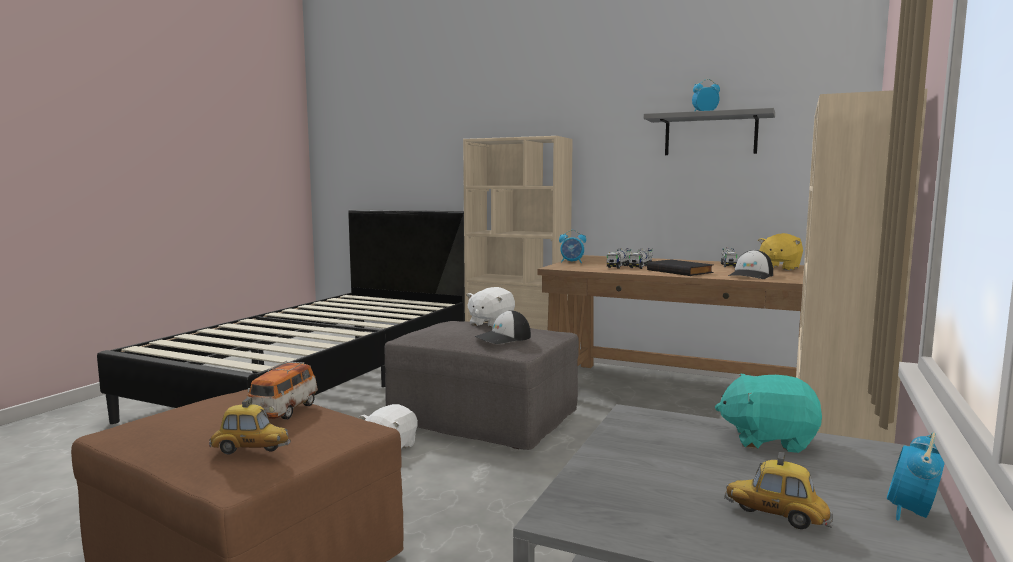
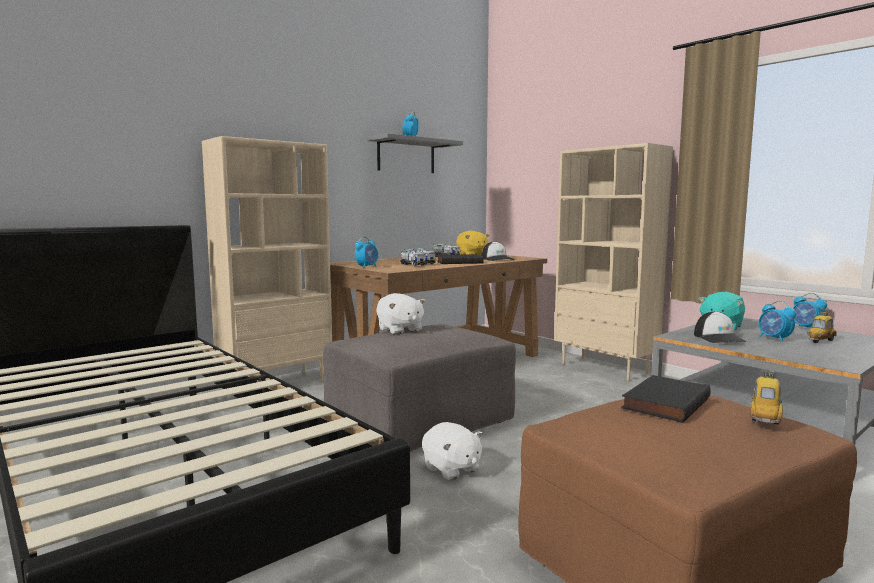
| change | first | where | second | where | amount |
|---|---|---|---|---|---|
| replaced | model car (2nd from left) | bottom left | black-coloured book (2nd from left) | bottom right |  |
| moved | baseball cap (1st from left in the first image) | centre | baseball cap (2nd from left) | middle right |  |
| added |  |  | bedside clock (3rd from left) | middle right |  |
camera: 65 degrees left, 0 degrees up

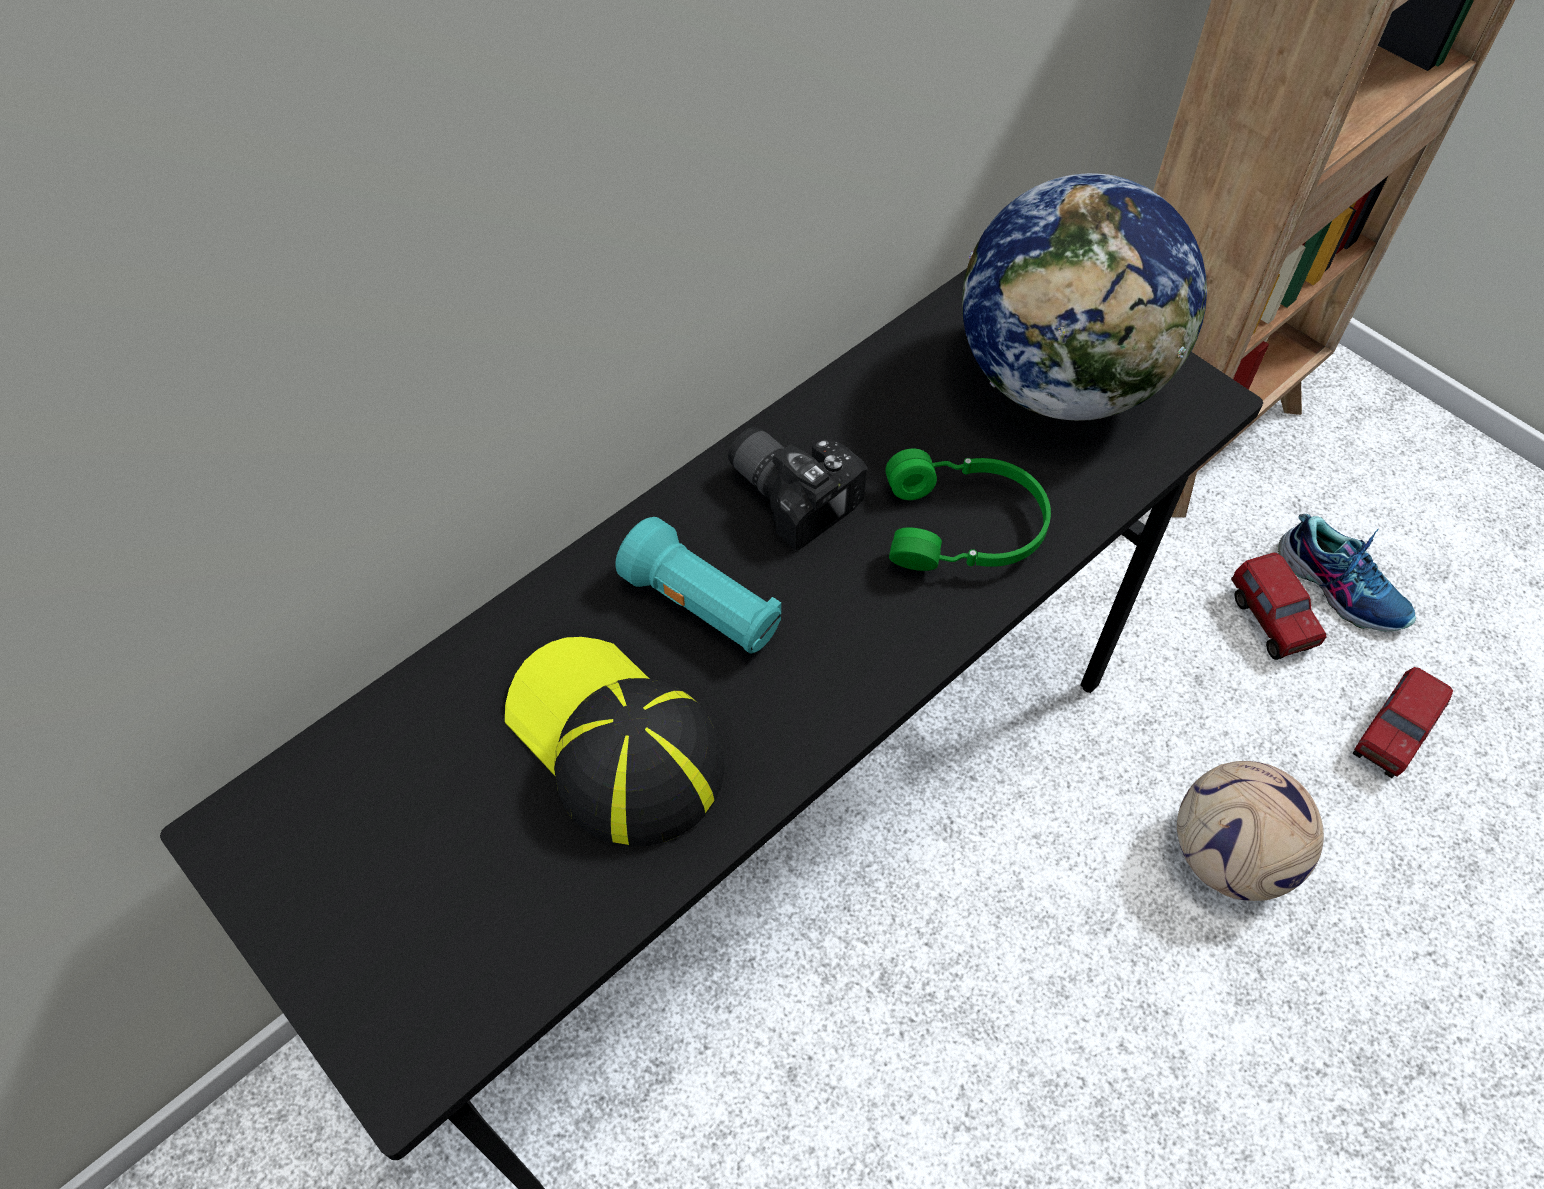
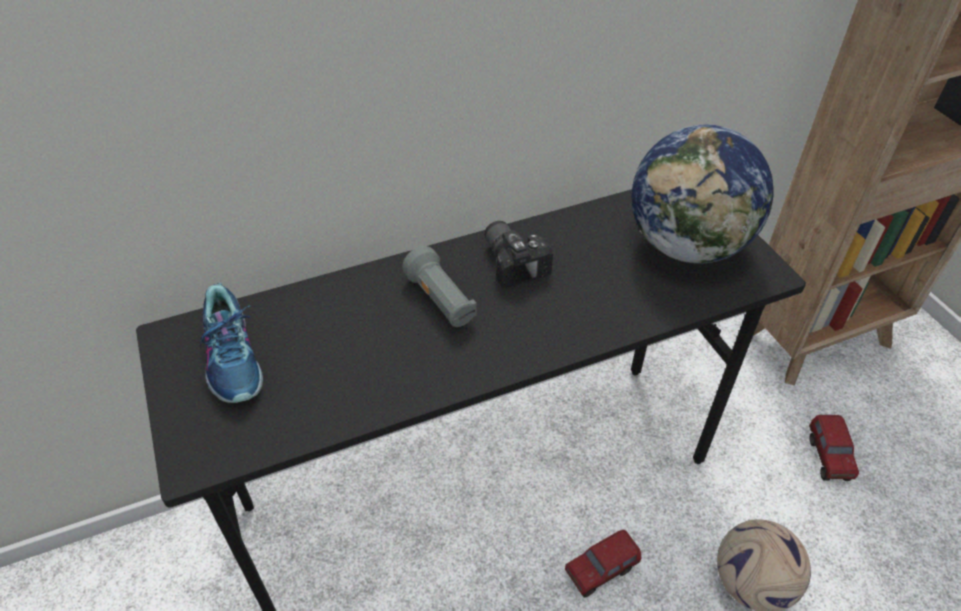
| change | first | where | second | where | amount |
|---|---|---|---|---|---|
| removed | baseball cap | centre |  |  |  |
| recoloured | turquoise flashlight | centre | grey flashlight | centre |  |
| removed | green pair of headphones | centre |  |  |  |
| moved | low shoe | middle right |  | middle left |  |
| moved | toy lorry (2nd from left in the first image) | middle right | toy lorry (1st from left) | bottom centre |  |
camera: 20 degrees right, 10 degrees down

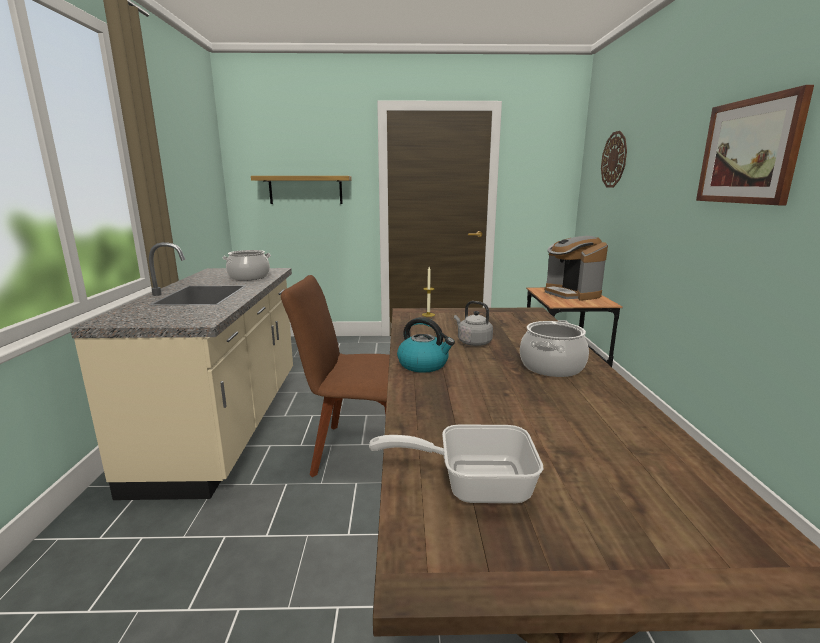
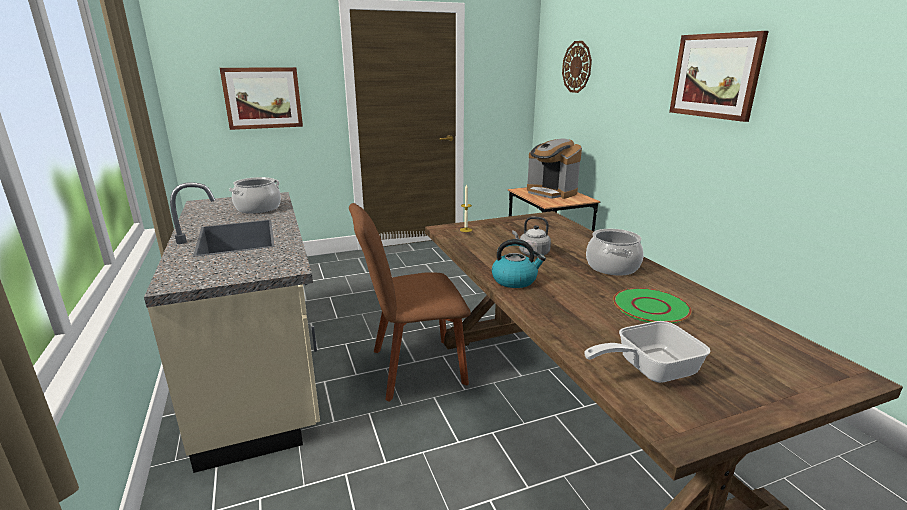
| change | first | where | second | where | amount |
|---|---|---|---|---|---|
| replaced | shelf | top centre | wall art (1st from left) | top left |  |
| added |  |  | green flat dish | middle right |  |
camera: 20 degrees left, 5 degrees up

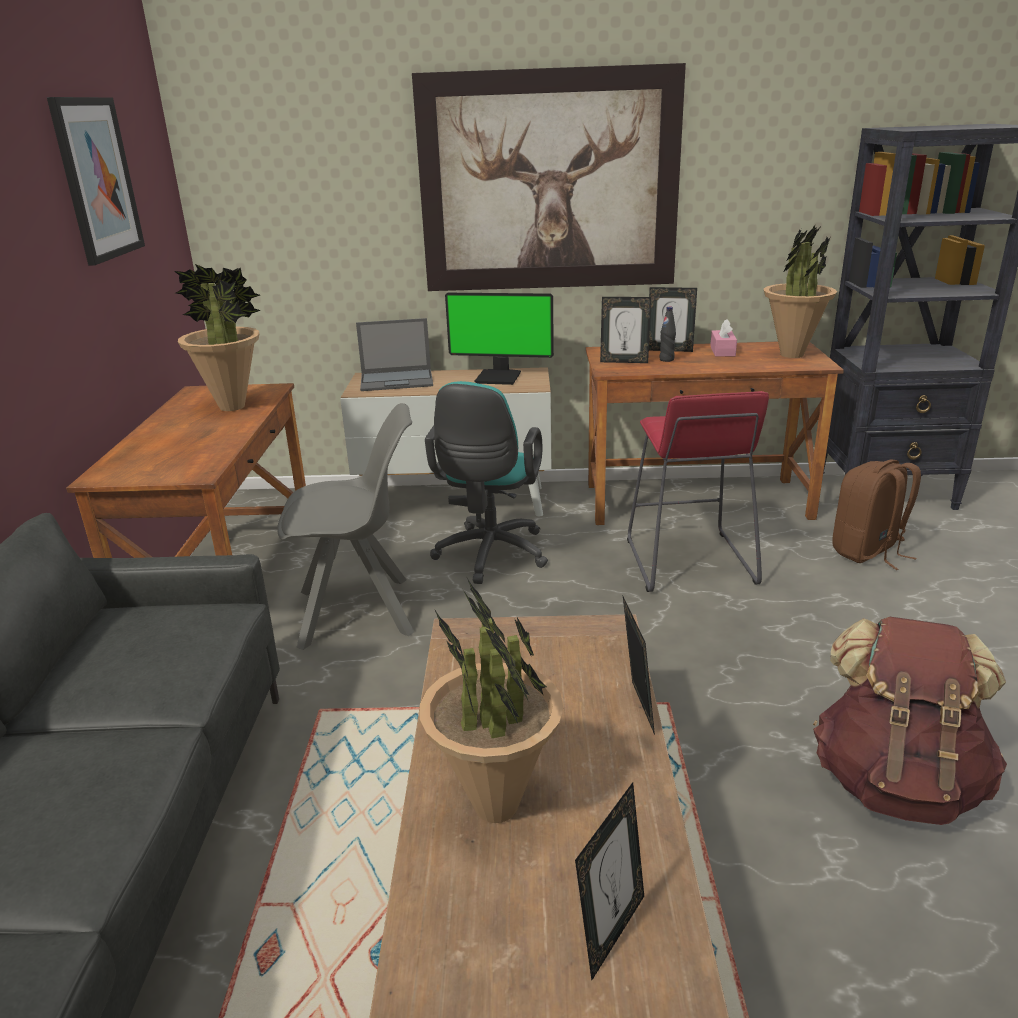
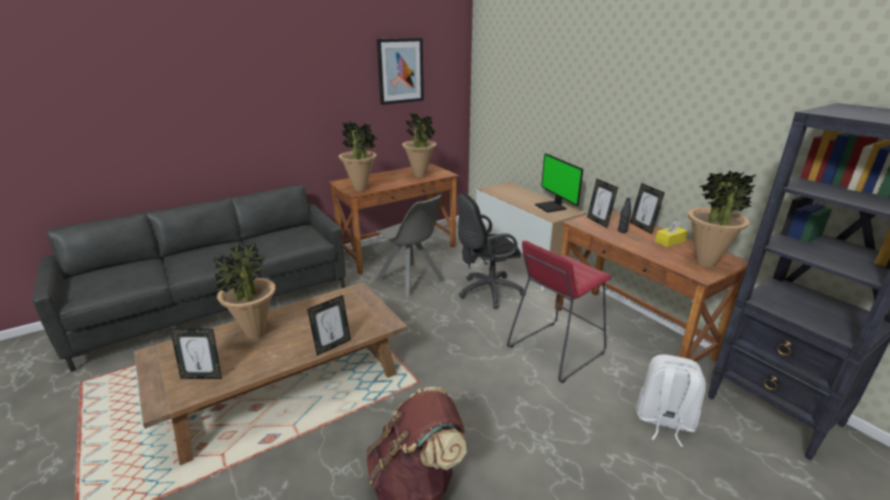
| change | first | where | second | where | amount |
|---|---|---|---|---|---|
| removed | laptop | centre |  |  |  |
| removed | wall art (2nd from left) | top centre |  |  |  |
| recoloured | turquoise office chair | centre | black-coloured office chair | centre |  |
| recoloured | pinkish tissue holder | top right | yellowish tissue holder | middle right |  |
| recoloured | brown-coloured backpack (1st from left) | middle right | white-coloured backpack | bottom right |  |
| added |  |  | houseplant (2nd from left) | top centre |  |
camera: 55 degrees right, 0 degrees up

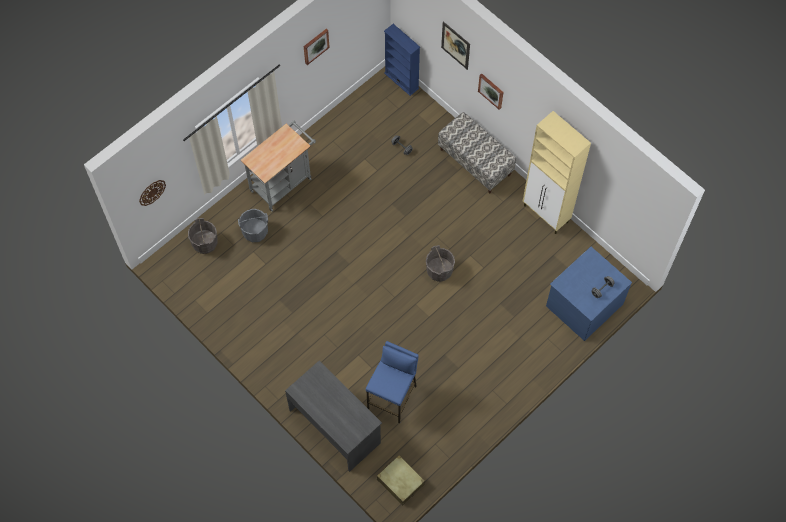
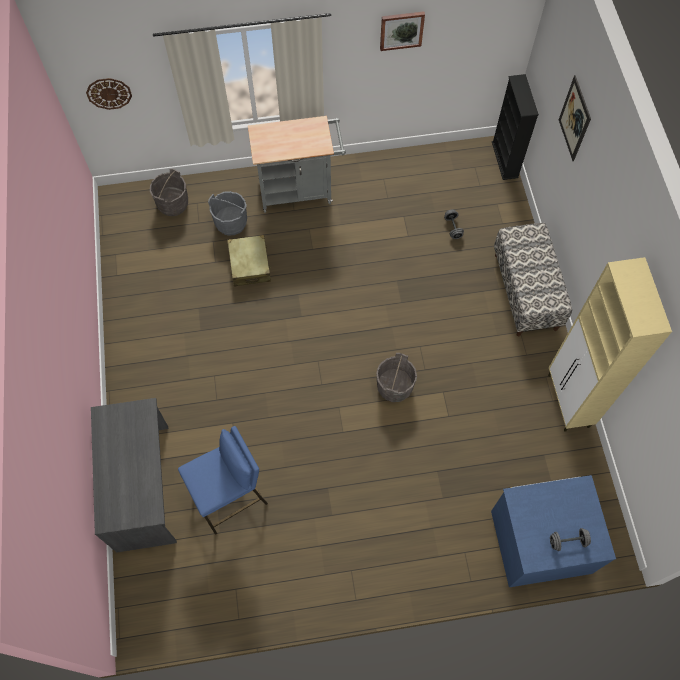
| change | first | where | second | where | amount |
|---|---|---|---|---|---|
| moved | sand-coloured piece of luggage | bottom centre |  | centre |  |
| recoloured | blue-coloured bookshelf | top centre | black-coloured bookshelf | top right |  |
| removed | wall art (3rd from left) | top centre |  |  |  |
camera: 35 degrees right, 0 degrees up

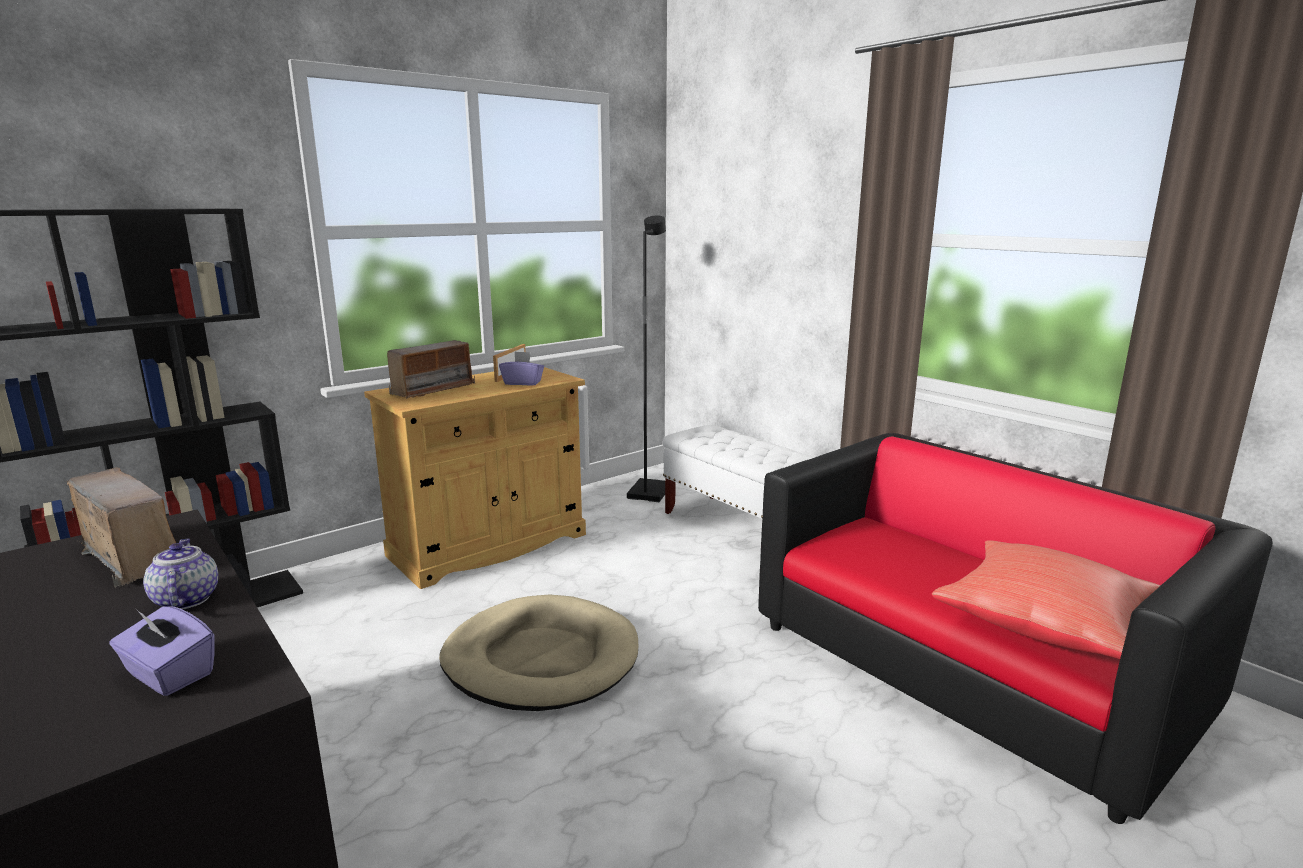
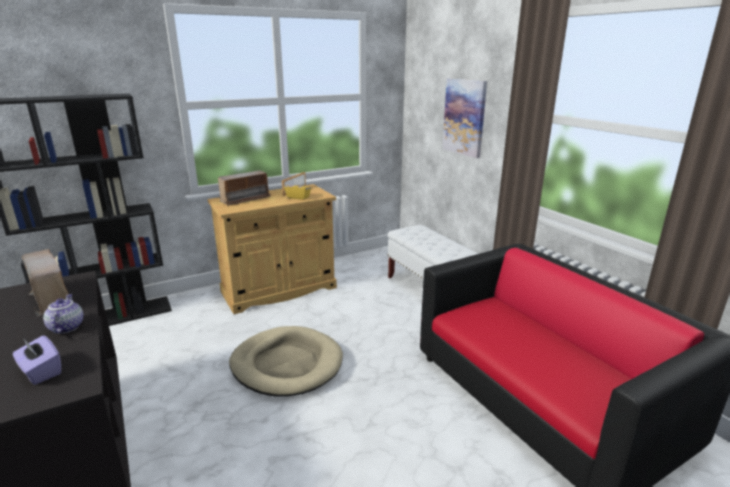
| change | first | where | second | where | amount |
|---|---|---|---|---|---|
| recoloured | purple-coloured tissue holder (2nd from left) | centre | yellowish tissue holder | centre |  |
| removed | black-coloured floor lamp | centre |  |  |  |
| removed | red pillow | bottom right |  |  |  |
| added |  |  | wall art | top centre |  |
camera: 10 degrees right, 5 degrees up

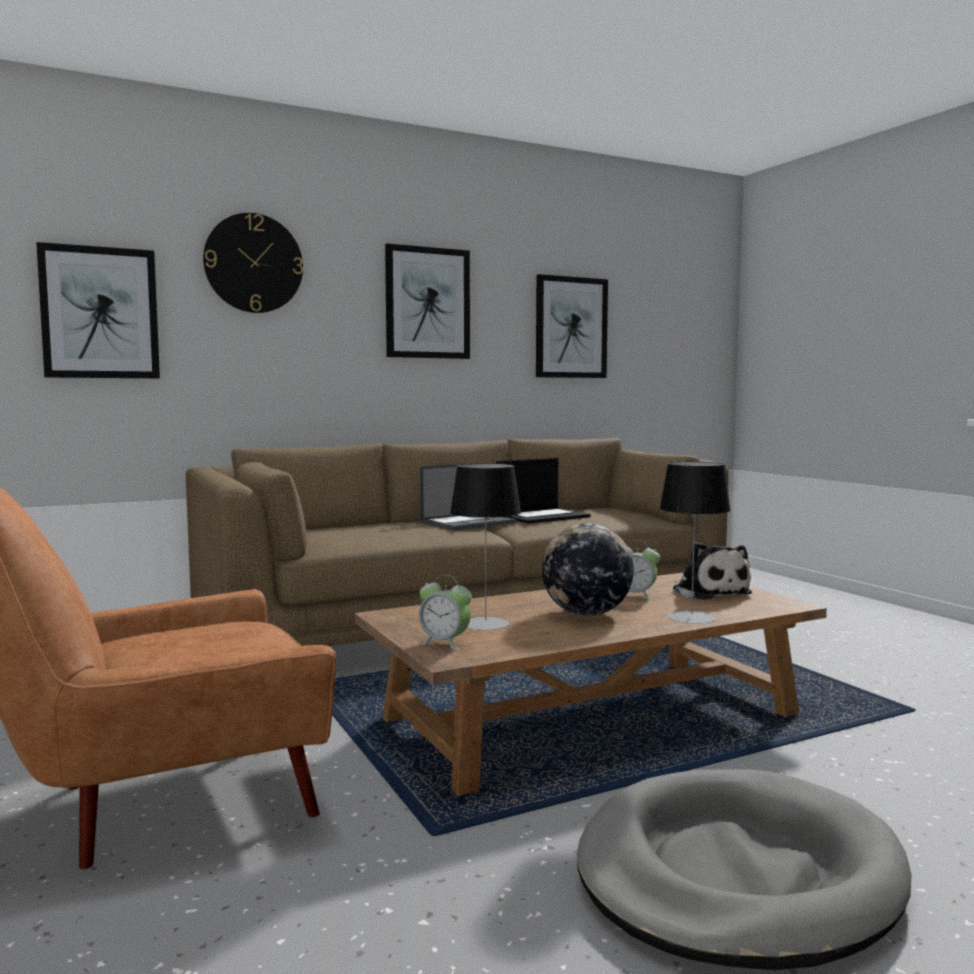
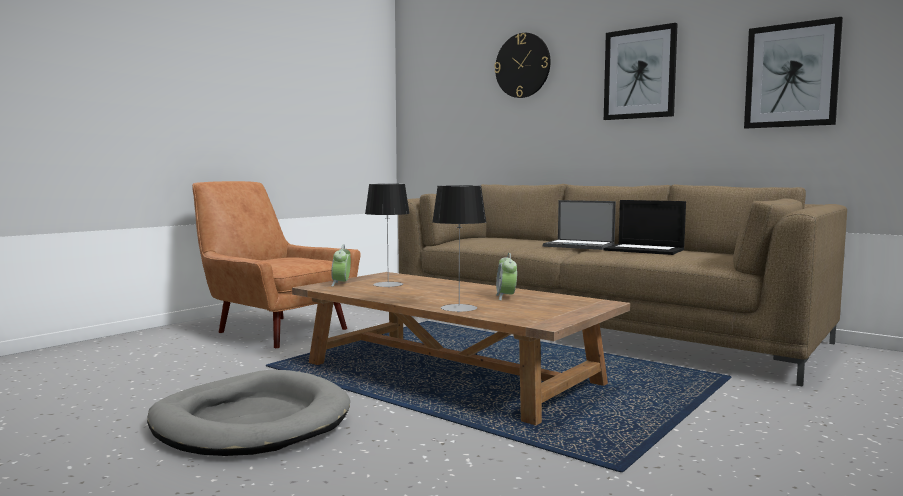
| change | first | where | second | where | amount |
|---|---|---|---|---|---|
| removed | wall art (1st from left) | top left |  |  |  |
| removed | desk globe | centre |  |  |  |
| removed | soft toy | middle right |  |  |  |
camera: 65 degrees right, 0 degrees up

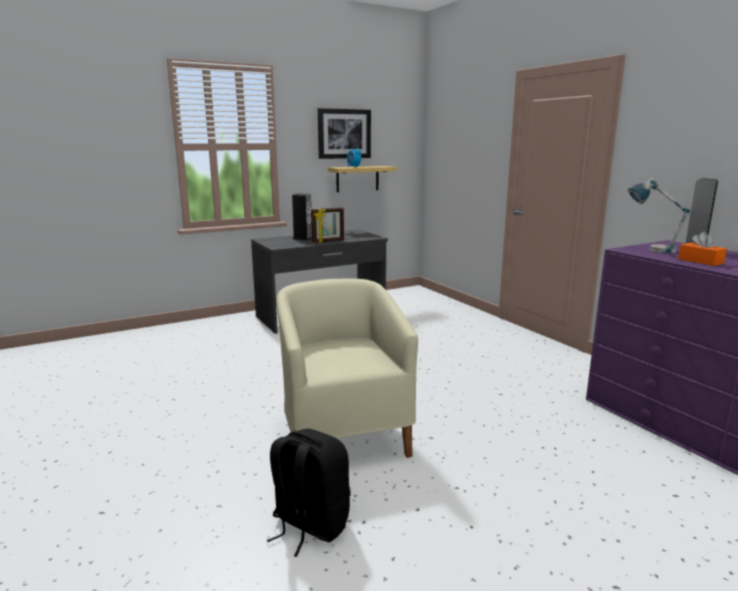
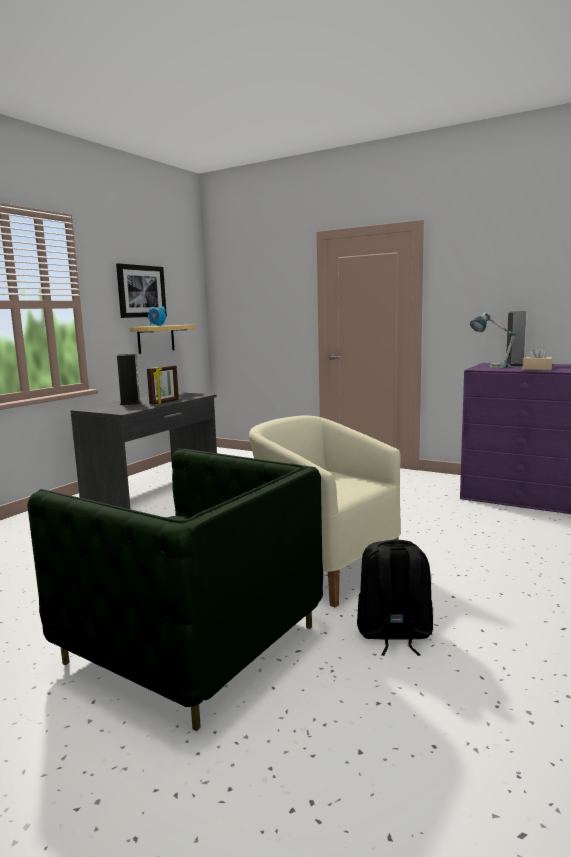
| change | first | where | second | where | amount |
|---|---|---|---|---|---|
| recoloured | orangey tissue holder | middle right | sand-coloured tissue holder | middle right |  |
| added |  |  | green easy chair | bottom left |  |
camera: 30 degrees left, 5 degrees down

